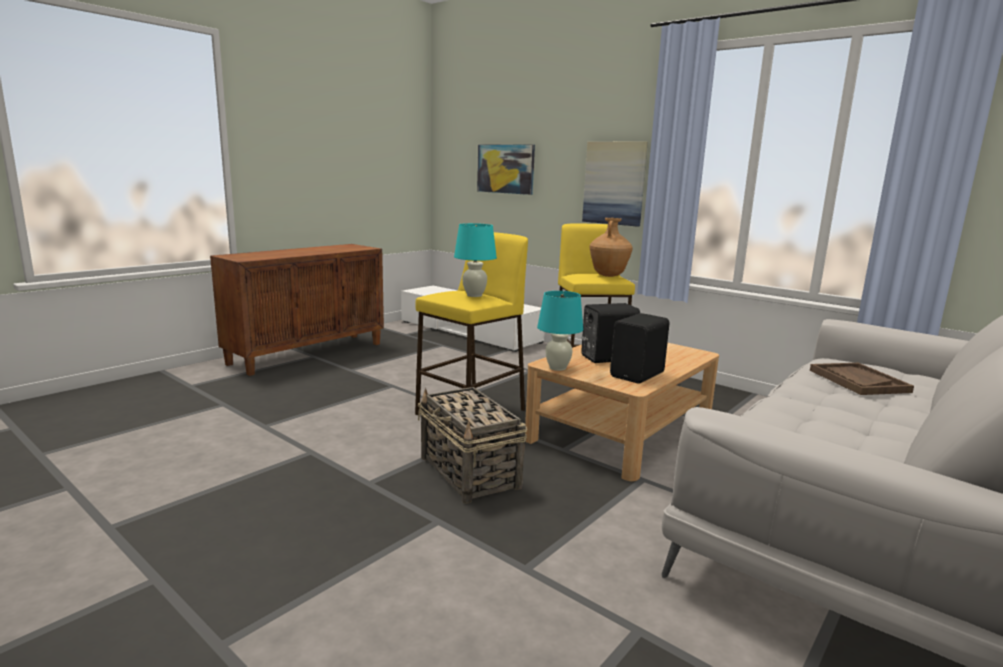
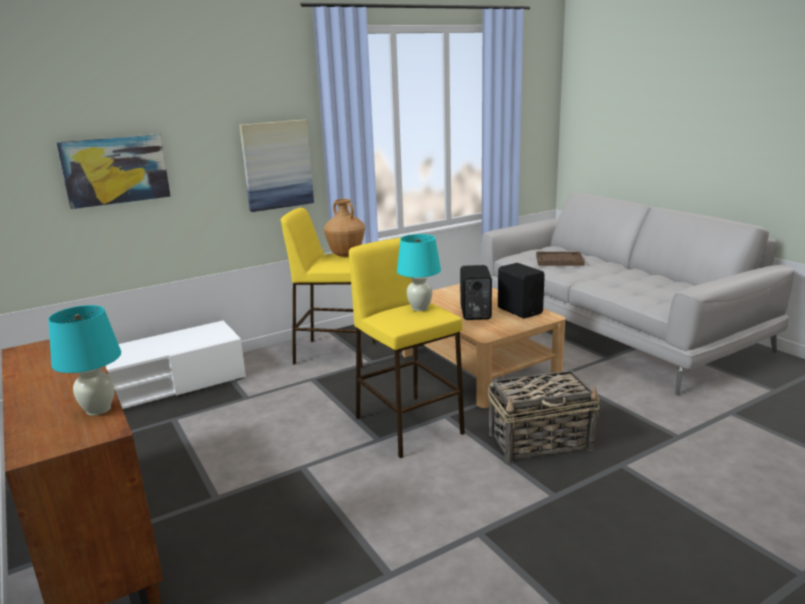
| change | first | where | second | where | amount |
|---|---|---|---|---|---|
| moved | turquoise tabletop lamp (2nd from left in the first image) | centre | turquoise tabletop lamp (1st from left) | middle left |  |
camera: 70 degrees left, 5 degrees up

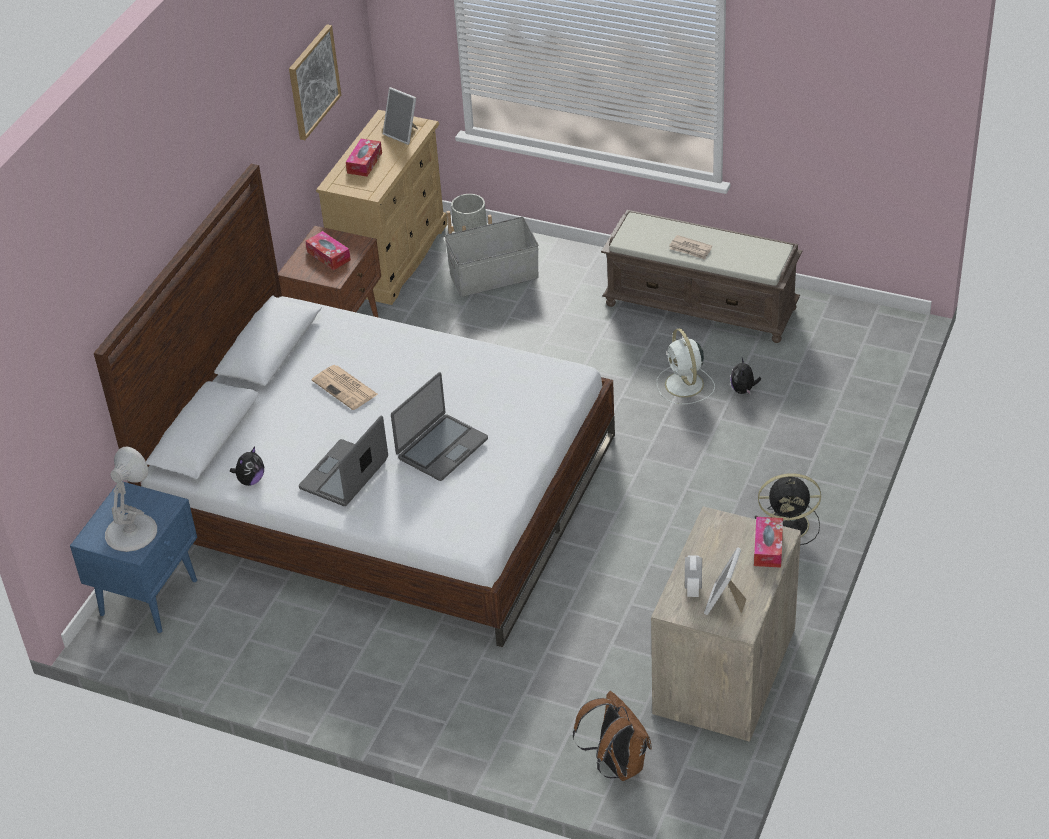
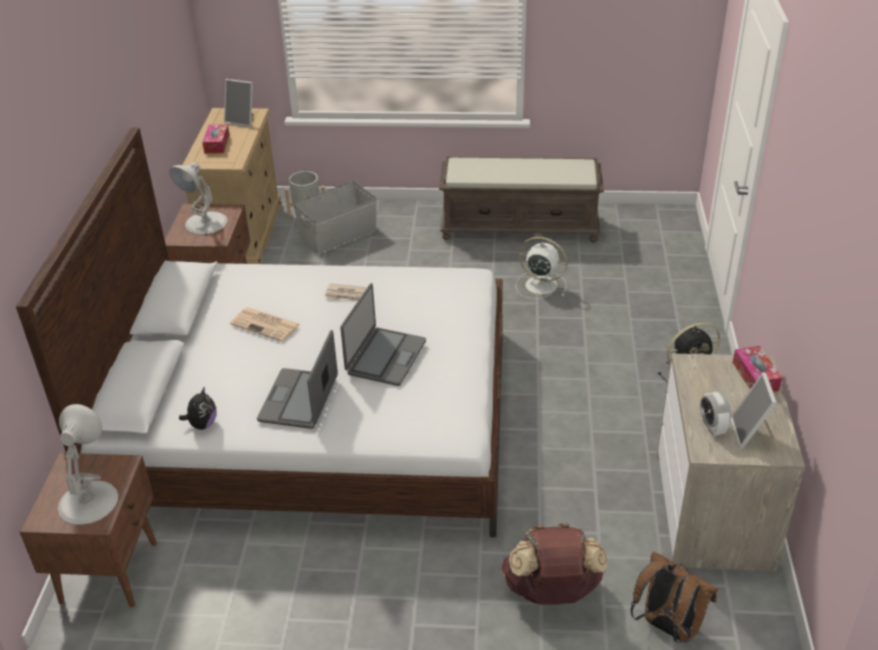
| change | first | where | second | where | amount |
|---|---|---|---|---|---|
| recoloured | blue-coloured nightstand | middle left | brown-coloured nightstand (1st from left) | bottom left |  |
| removed | wall art | top left |  |  |  |
| replaced | tissue holder (1st from left) | top left | white-coloured tabletop lamp (2nd from left) | top left |  |
| turned | white-coloured fan | centre |  | centre | 150 degrees clockwise |
| moved | daily paper (2nd from left) | top centre |  | centre |  |
| removed | soft toy (2nd from left) | middle right |  |  |  |
| added |  |  | brown-coloured backpack (1st from left) | bottom centre |  |
camera: 20 degrees left, 5 degrees down

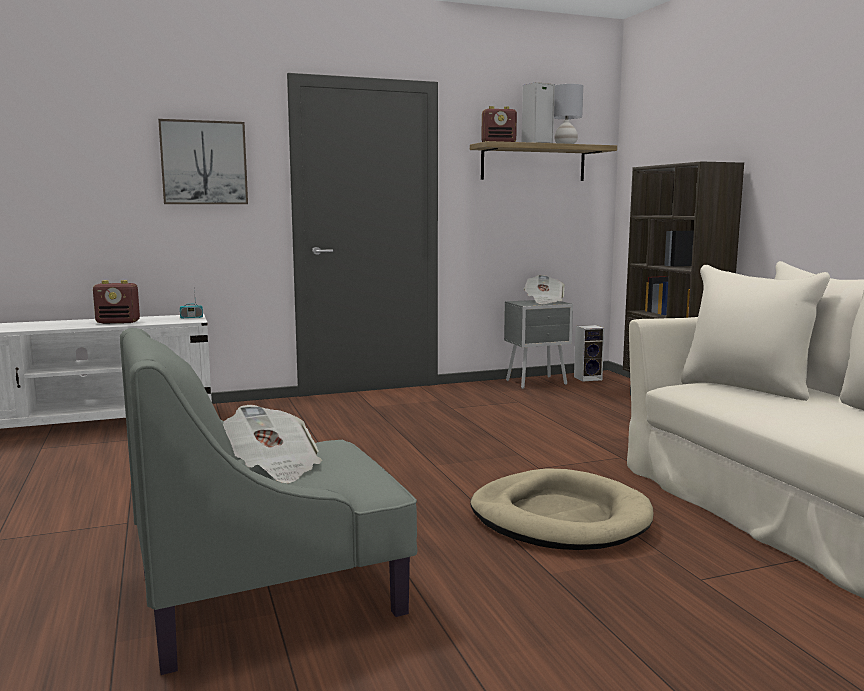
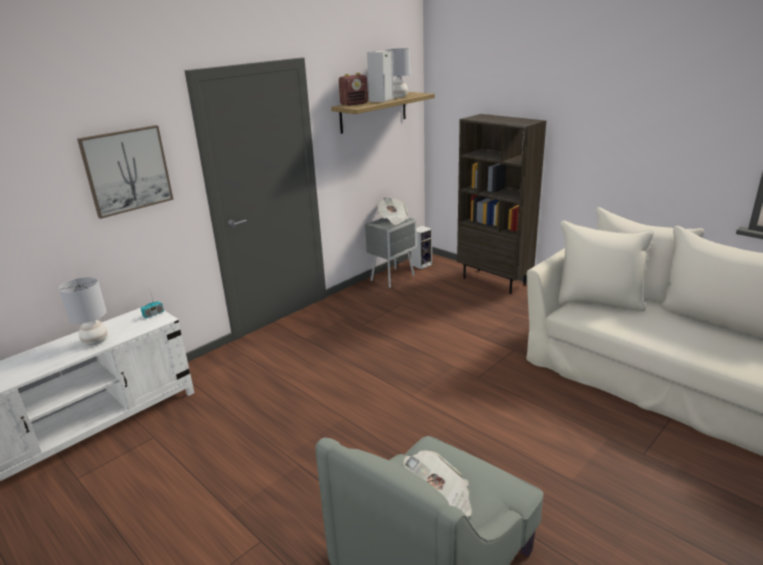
| change | first | where | second | where | amount |
|---|---|---|---|---|---|
| replaced | radio receiver (1st from left) | middle left | grey tabletop lamp (1st from left) | middle left |  |
| removed | sand-coloured dog bed | bottom centre |  |  |  |
camera: 25 degrees left, 15 degrees up

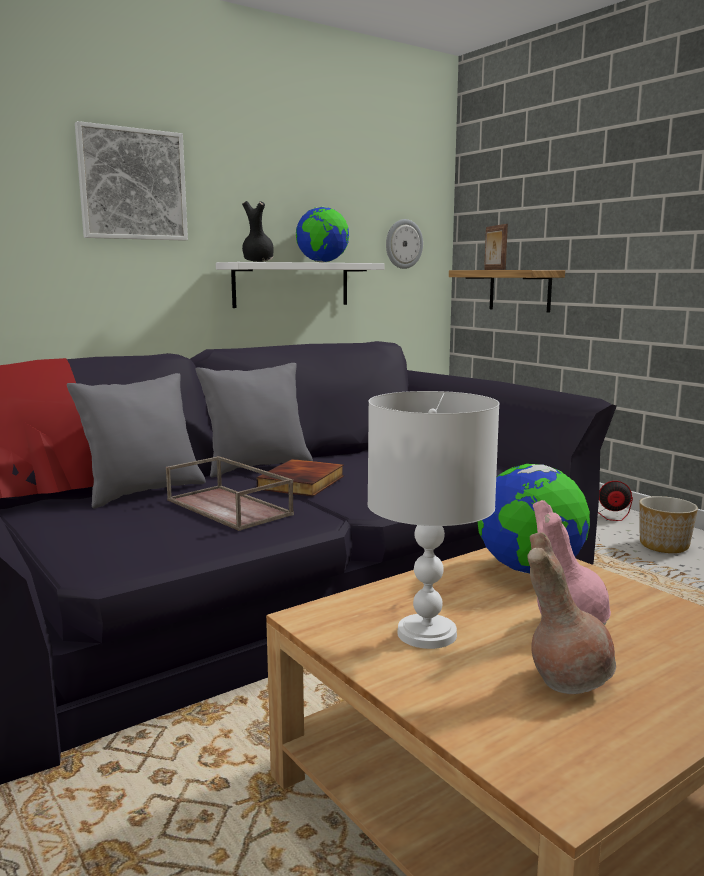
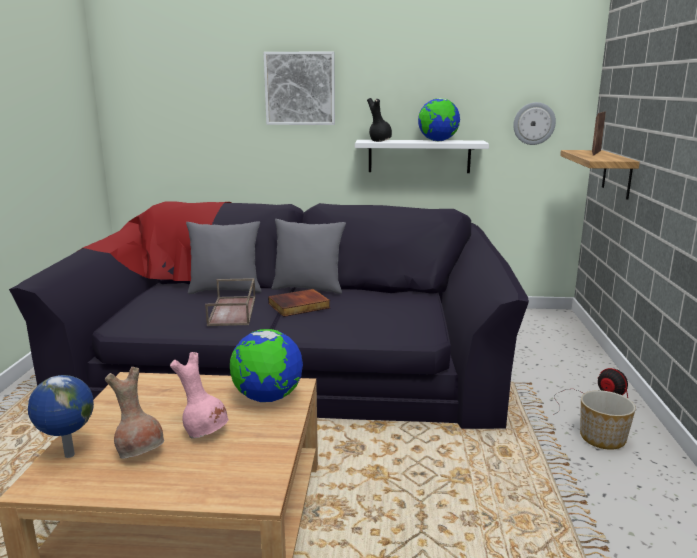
| change | first | where | second | where | amount |
|---|---|---|---|---|---|
| removed | white-coloured tabletop lamp | centre |  |  |  |
| added |  |  | desk globe (1st from left) | bottom left |  |
camera: 40 degrees right, 5 degrees up

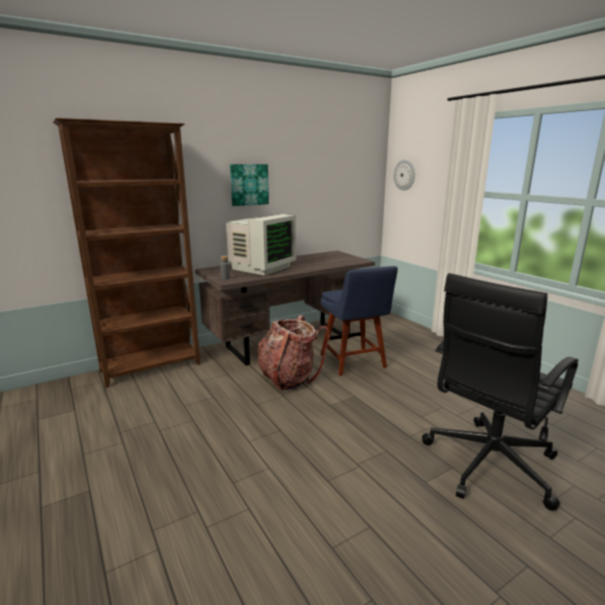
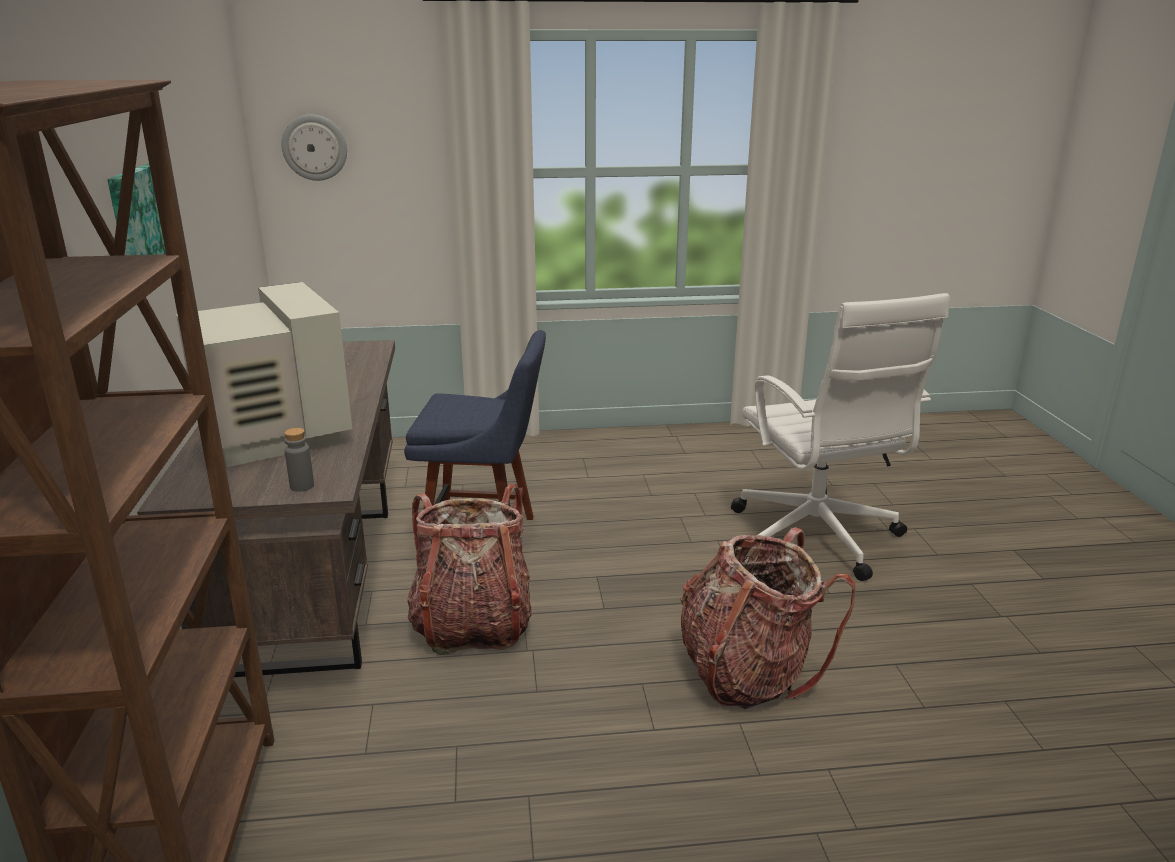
| change | first | where | second | where | amount |
|---|---|---|---|---|---|
| recoloured | black-coloured office chair | middle right | white-coloured office chair | middle right |  |
| added |  |  | backpack (2nd from left) | bottom centre |  |
camera: 65 degrees left, 5 degrees up

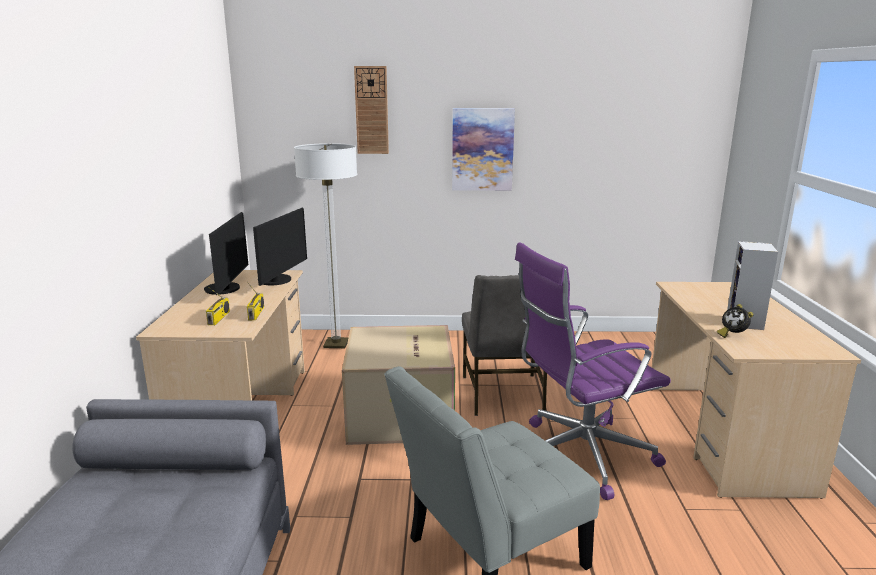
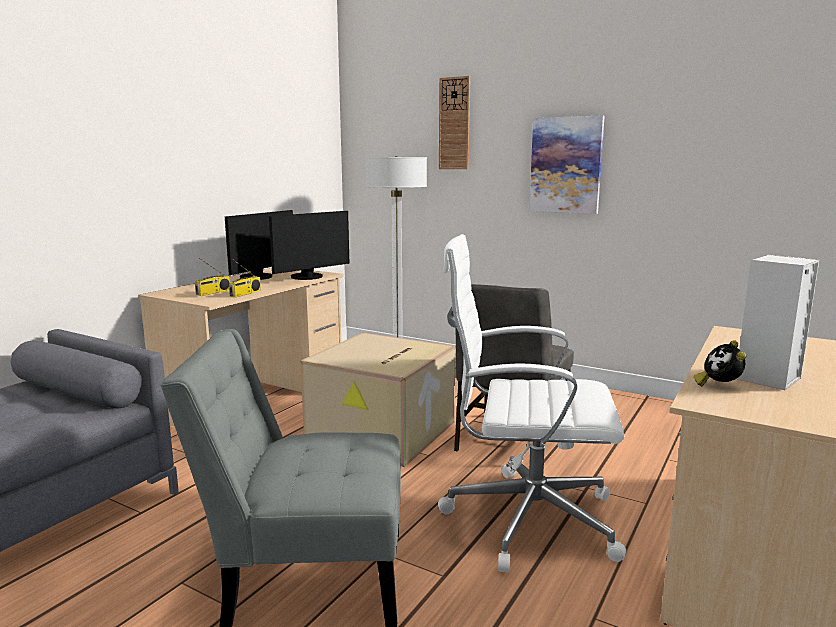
| change | first | where | second | where | amount |
|---|---|---|---|---|---|
| recoloured | purple-coloured office chair | middle right | white-coloured office chair | centre |  |
camera: 30 degrees right, 5 degrees down

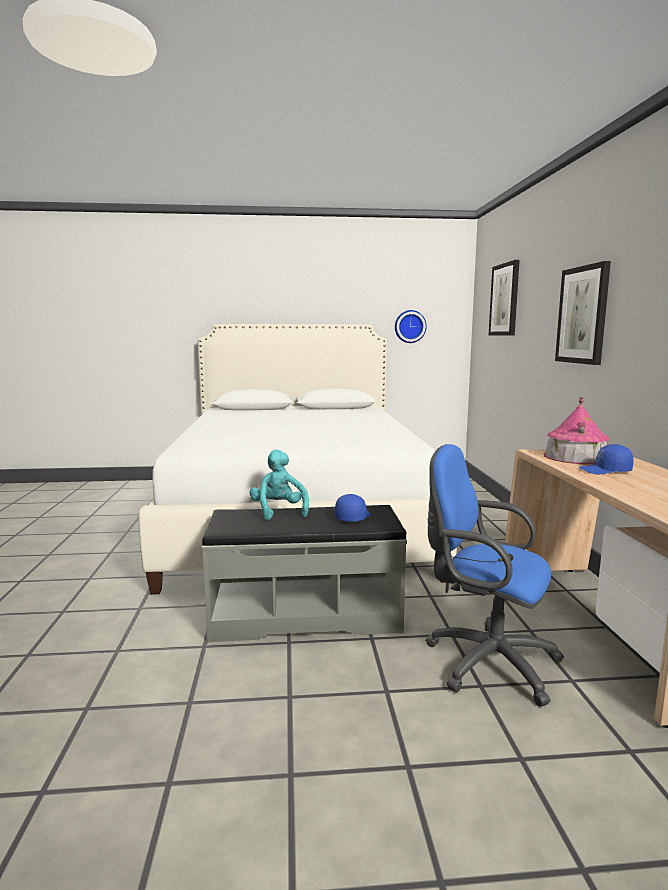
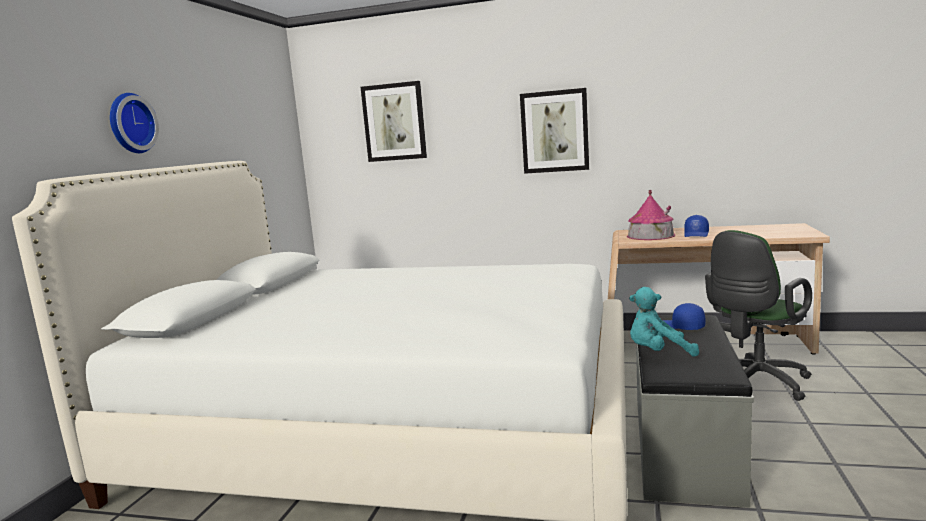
| change | first | where | second | where | amount |
|---|---|---|---|---|---|
| moved | clock on the wall | centre |  | top left |  |
| recoloured | blue-coloured office chair | middle right | green office chair | middle right |  |
camera: 70 degrees left, 0 degrees up

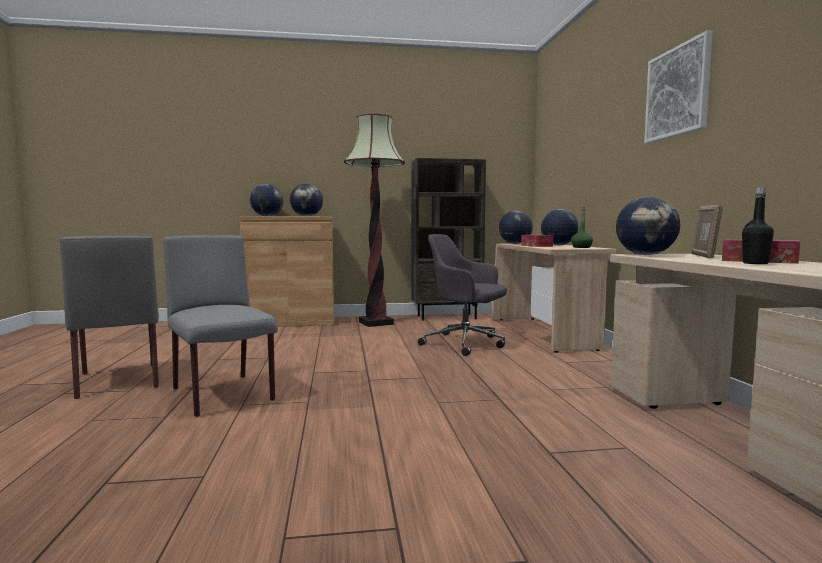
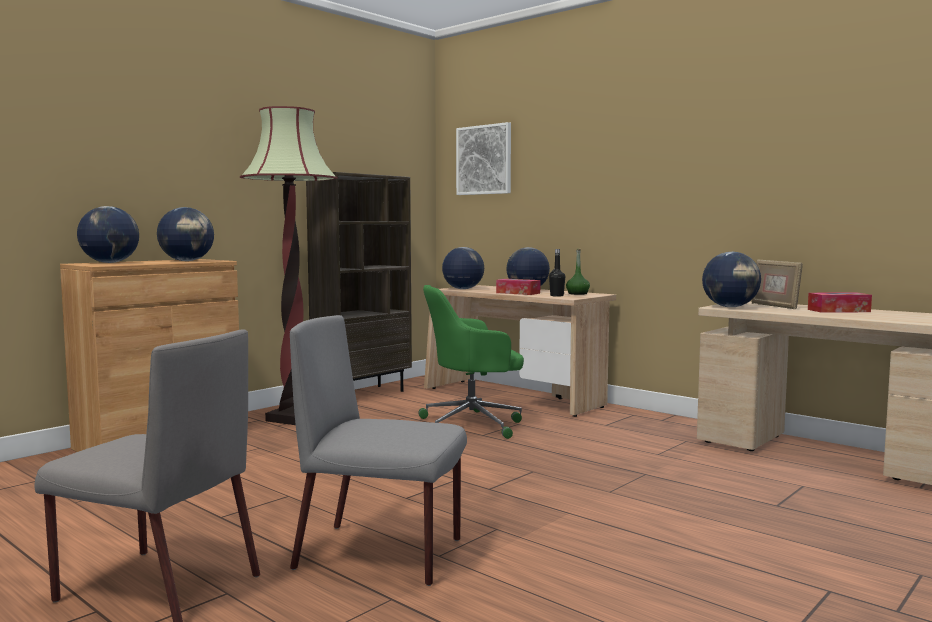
| change | first | where | second | where | amount |
|---|---|---|---|---|---|
| recoloured | grey office chair | centre | green office chair | centre |  |
| moved | wall art | top right |  | top centre |  |
| moved | black-coloured beverage bottle | middle right |  | centre |  |
camera: 40 degrees left, 0 degrees up

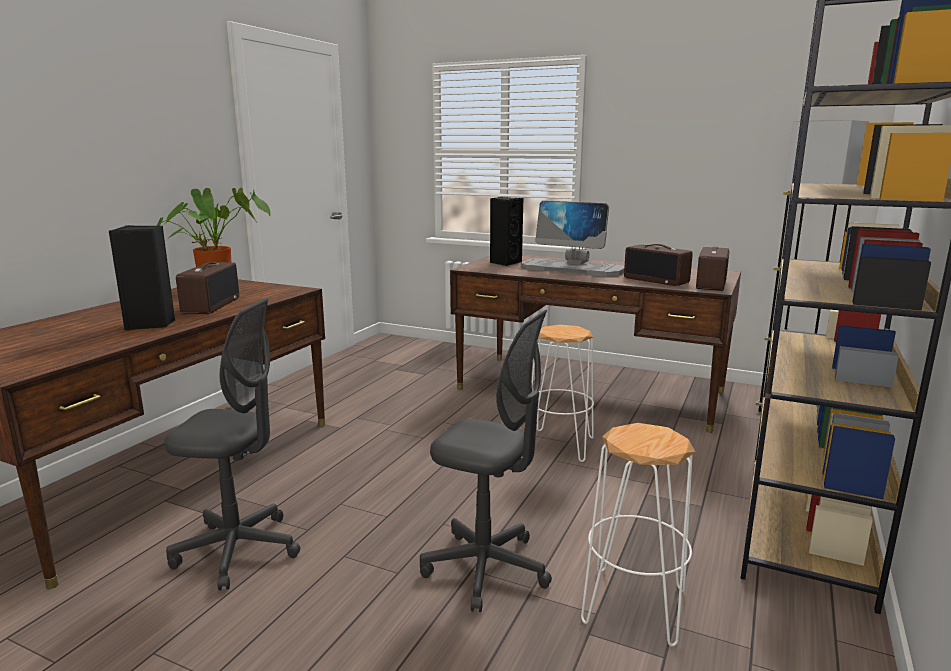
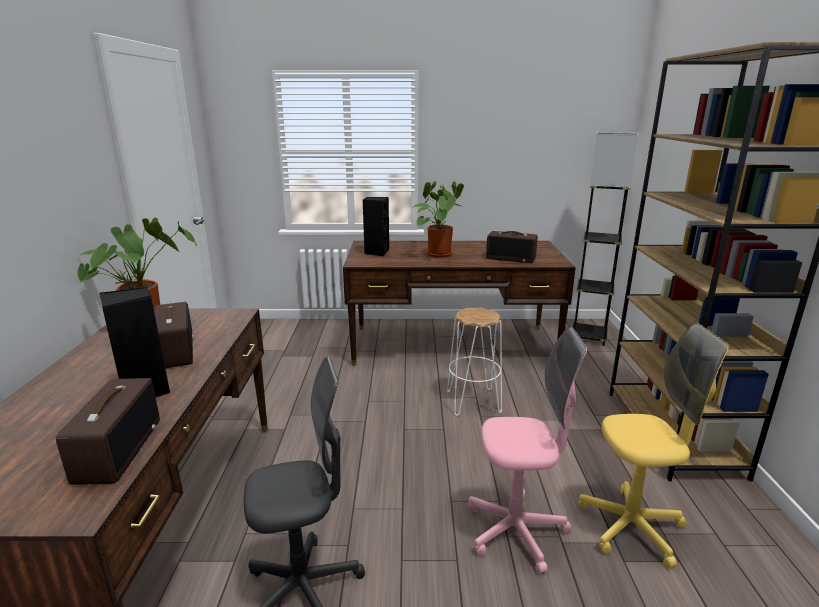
| change | first | where | second | where | amount |
|---|---|---|---|---|---|
| recoloured | grey office chair (2nd from left) | bottom centre | pinkish office chair | bottom centre |  |
| replaced | computer display | centre | houseplant (2nd from left) | centre |  |
| replaced | white-coloured stool seat (2nd from left) | bottom right | yellowish office chair | bottom right |  |
| moved | radio receiver (3rd from left in the first image) | middle right | radio receiver (1st from left) | bottom left |  |
camera: 25 degrees left, 5 degrees up

